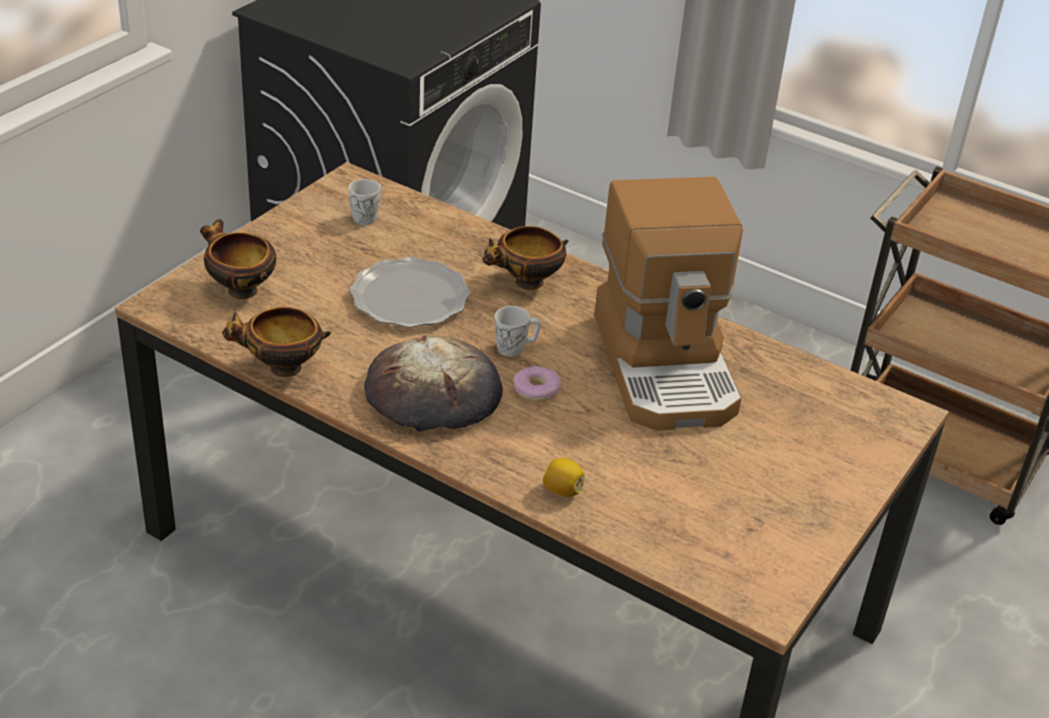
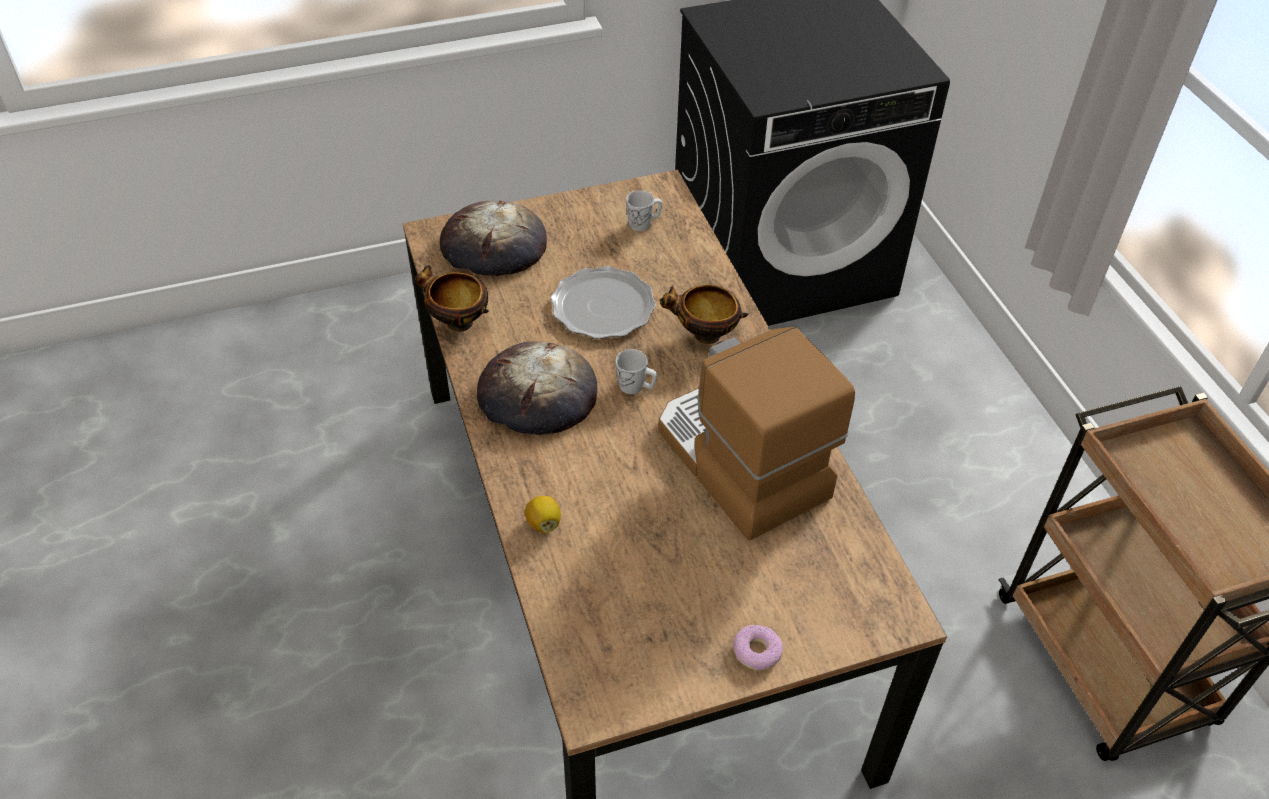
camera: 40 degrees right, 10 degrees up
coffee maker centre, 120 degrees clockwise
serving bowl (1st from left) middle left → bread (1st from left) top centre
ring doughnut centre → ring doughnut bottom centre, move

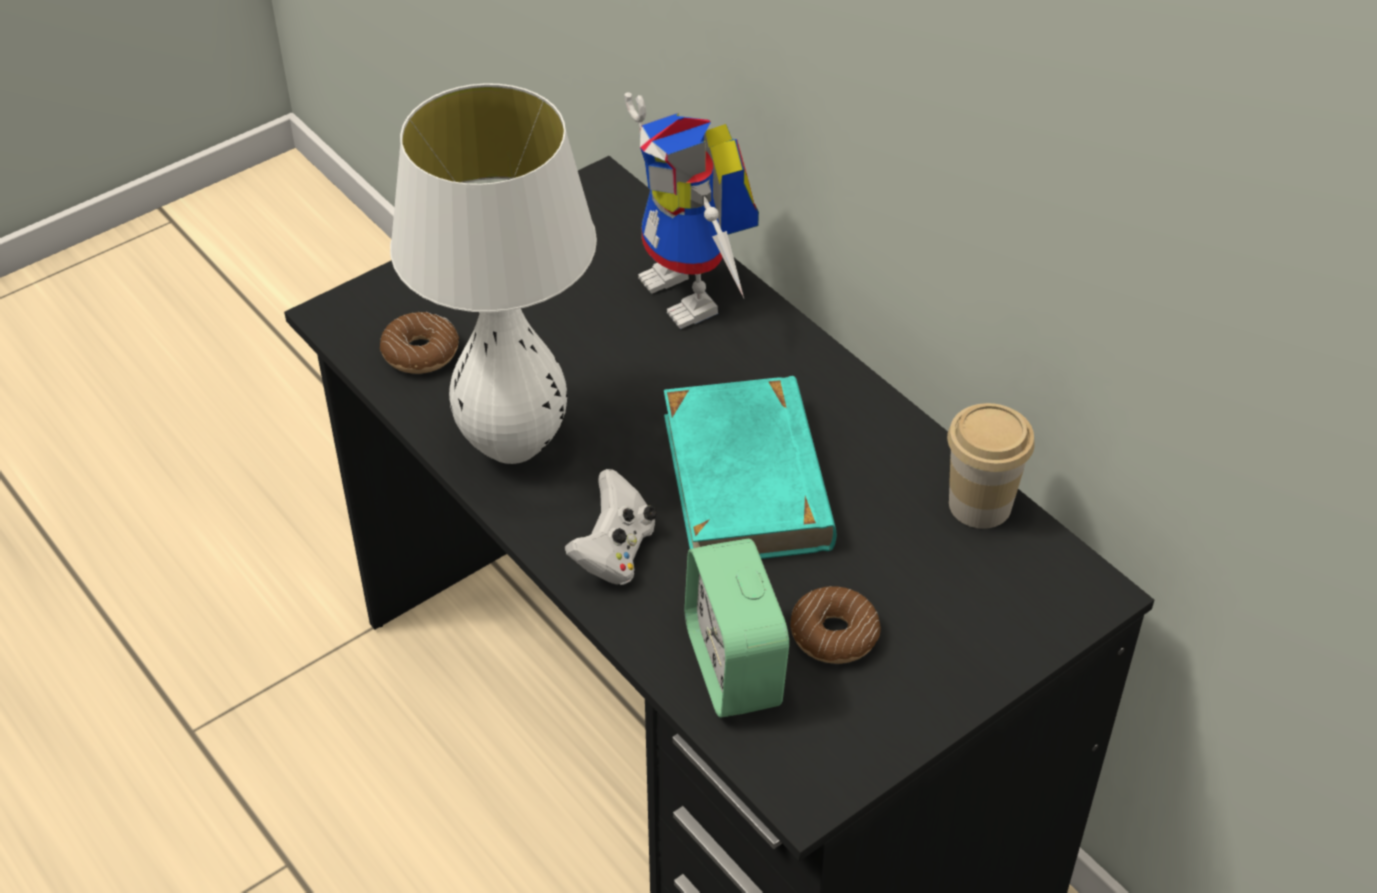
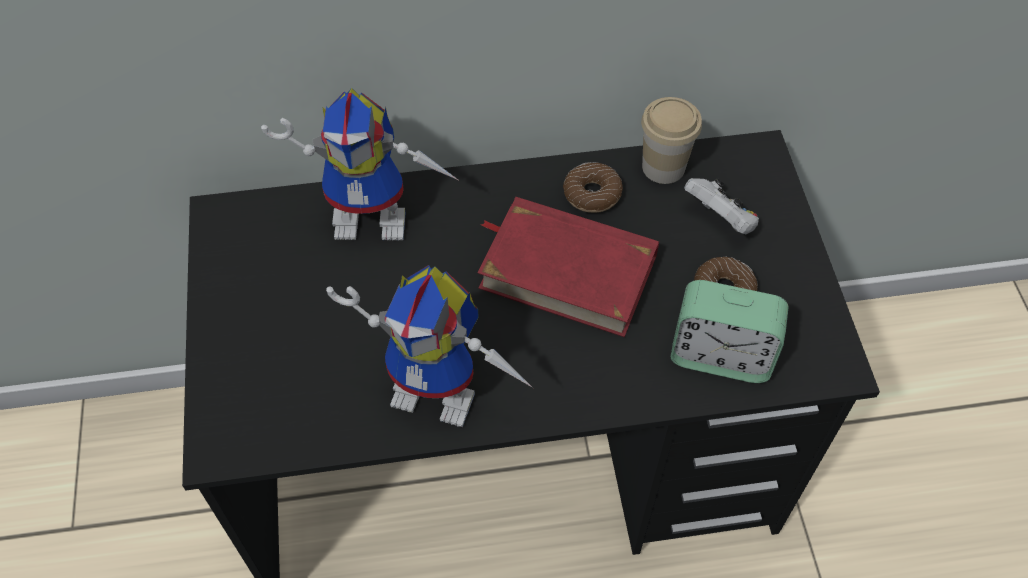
camera: 60 degrees left, 10 degrees up
white table lamp top centre → robot figure (2nd from left) centre
ring doughnut (1st from left) middle left → ring doughnut (1st from left) top centre, move
turquoise book centre → red book centre
white game controller centre → white game controller middle right, move

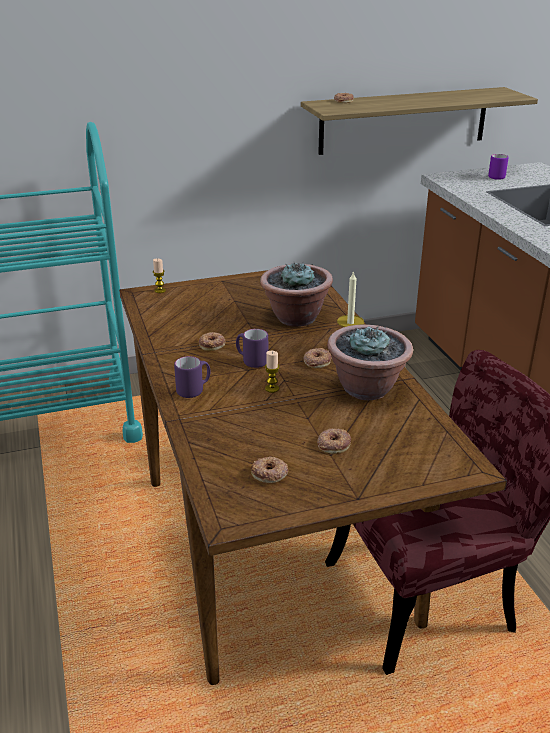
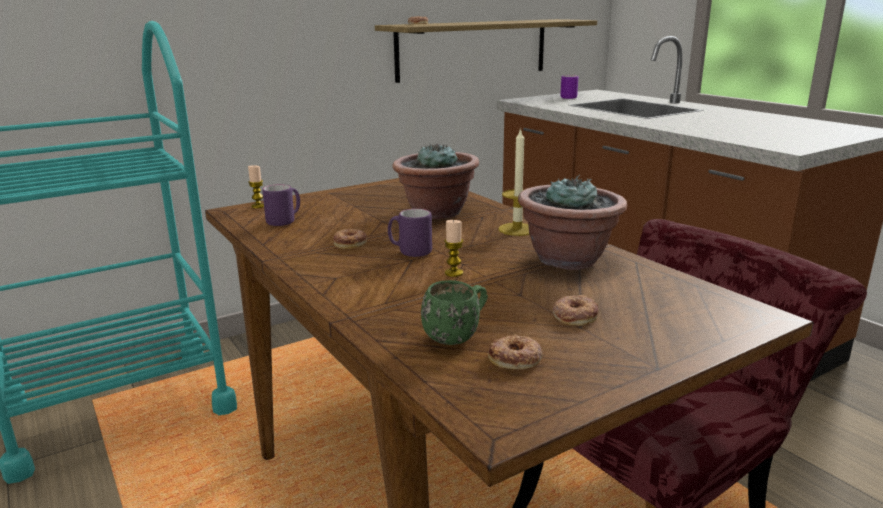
camera: 15 degrees left, 10 degrees down
ring doughnut (3rd from left) centre → -
purplish coffee mug (1st from left) centre → purplish coffee mug (1st from left) middle left, move
- → green coffee mug centre

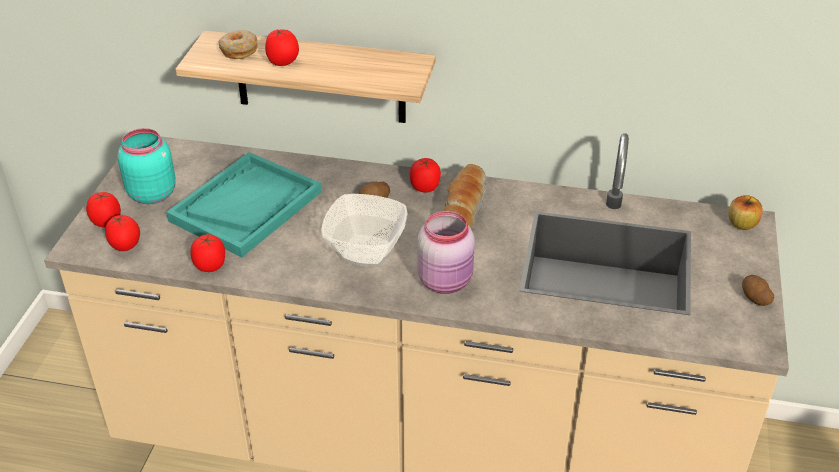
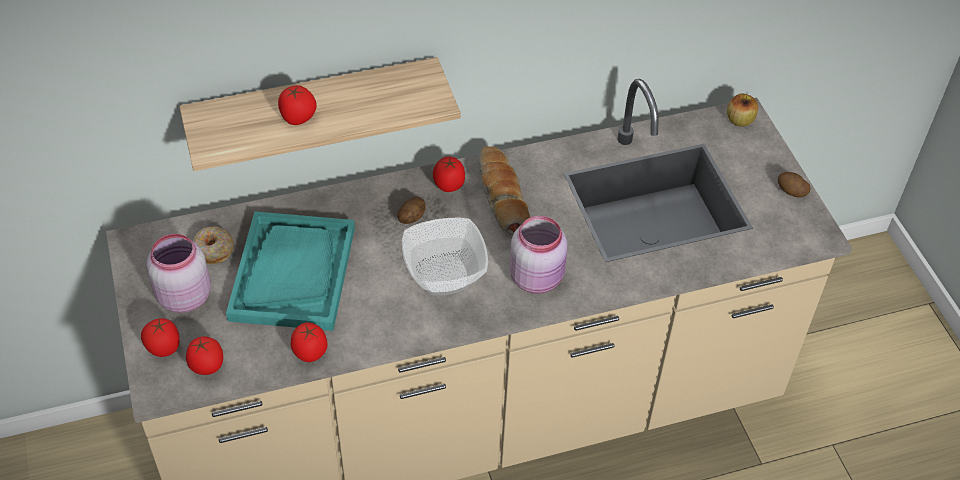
camera: 30 degrees left, 10 degrees up
ring doughnut top left → ring doughnut middle left, move
turquoise preserve jar middle left → pink preserve jar (1st from left) middle left

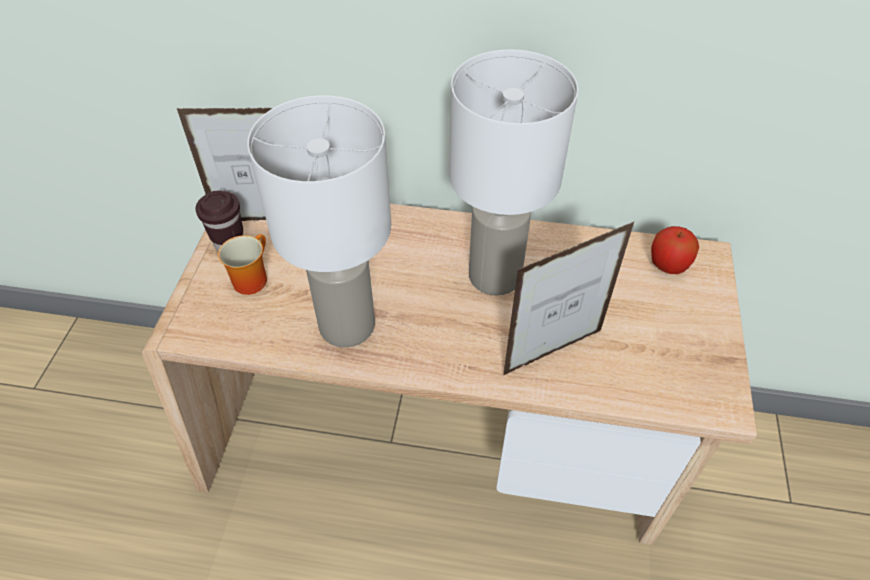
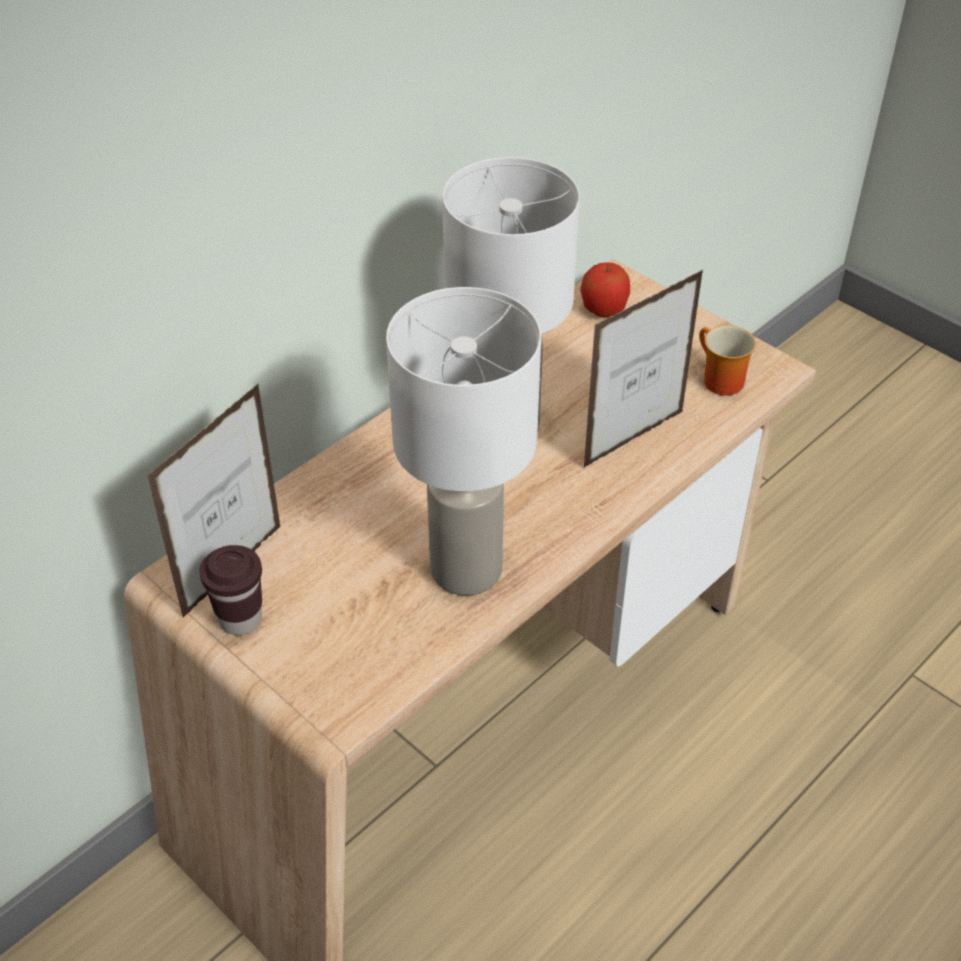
camera: 55 degrees left, 5 degrees down
photo frame (2nd from left) centre → photo frame (2nd from left) middle right, 135 degrees counterclockwise
coffee mug middle left → coffee mug middle right, move

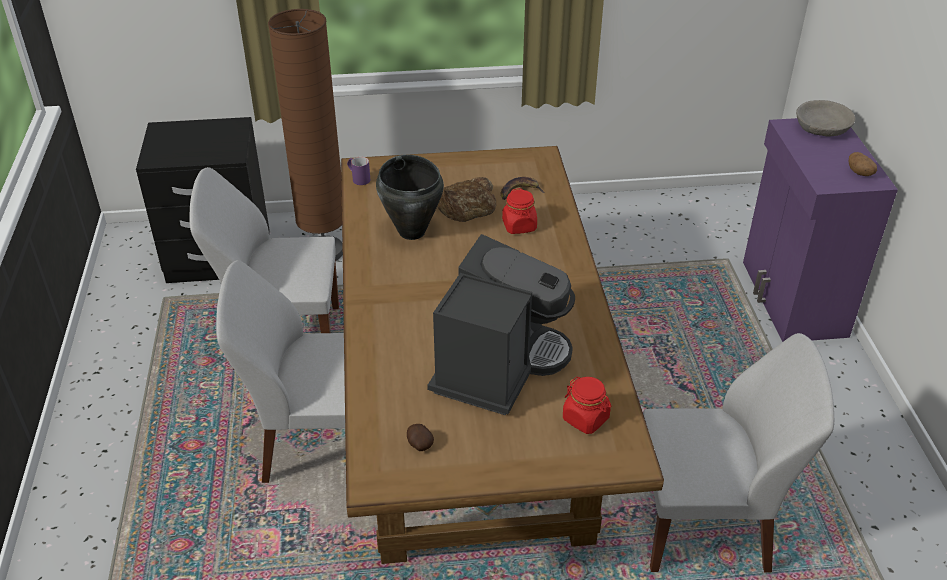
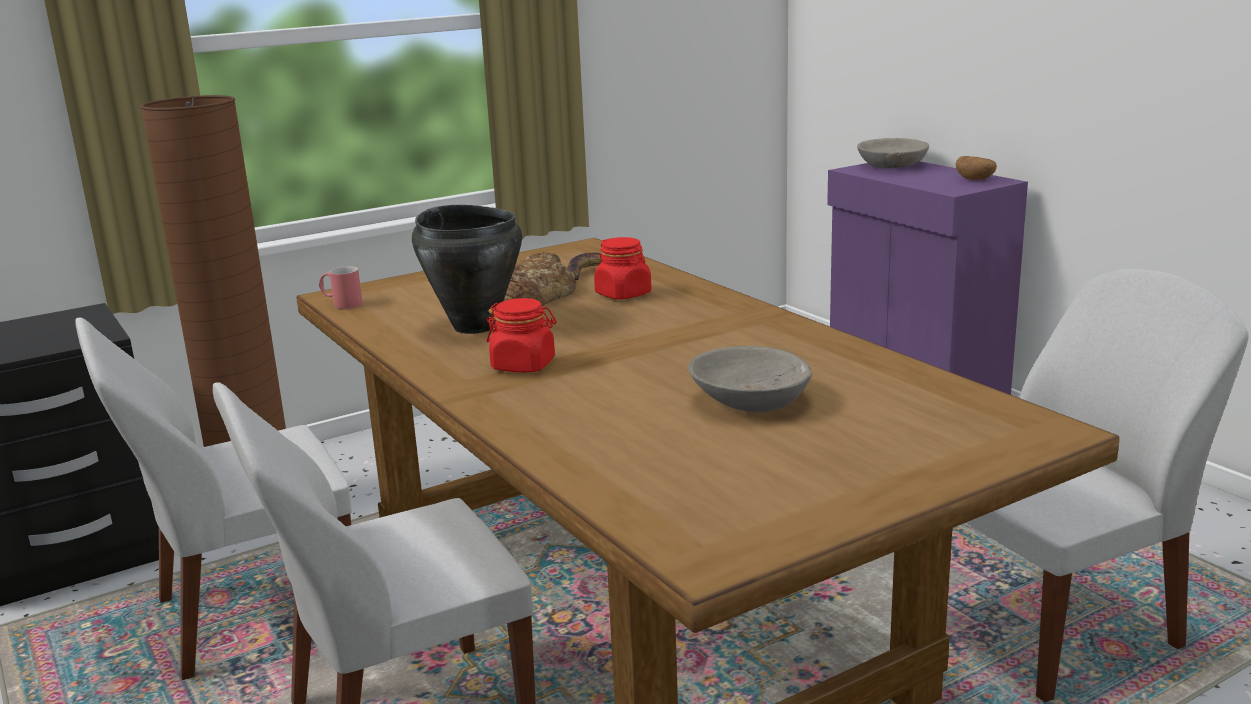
camera: 25 degrees left, 20 degrees down
purplish coffee mug top centre → red coffee mug middle left
coffee maker centre → grey serving bowl (1st from left) centre
red preserve jar (2nd from left in the first image) bottom centre → red preserve jar (1st from left) centre, move
whole potato (1st from left) bottom centre → -

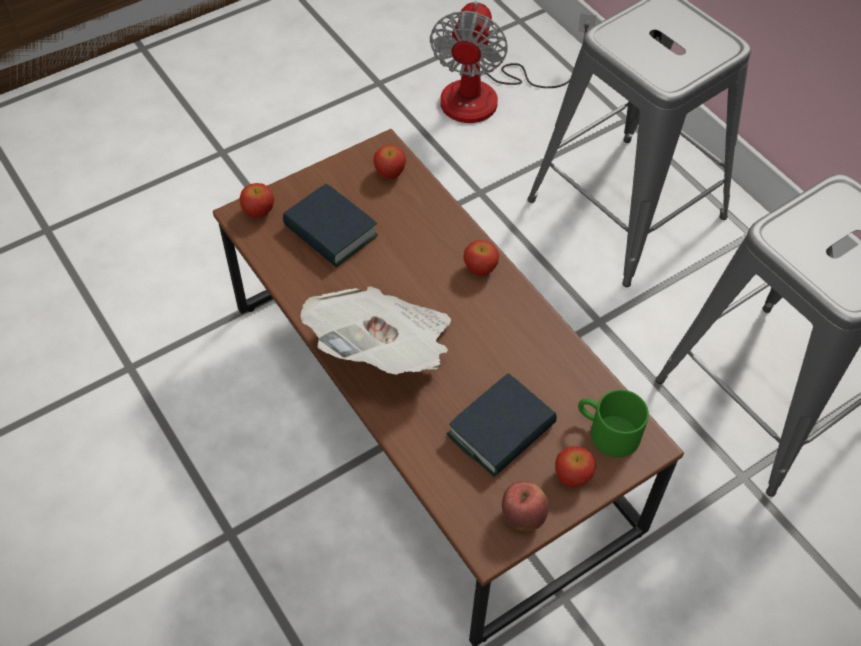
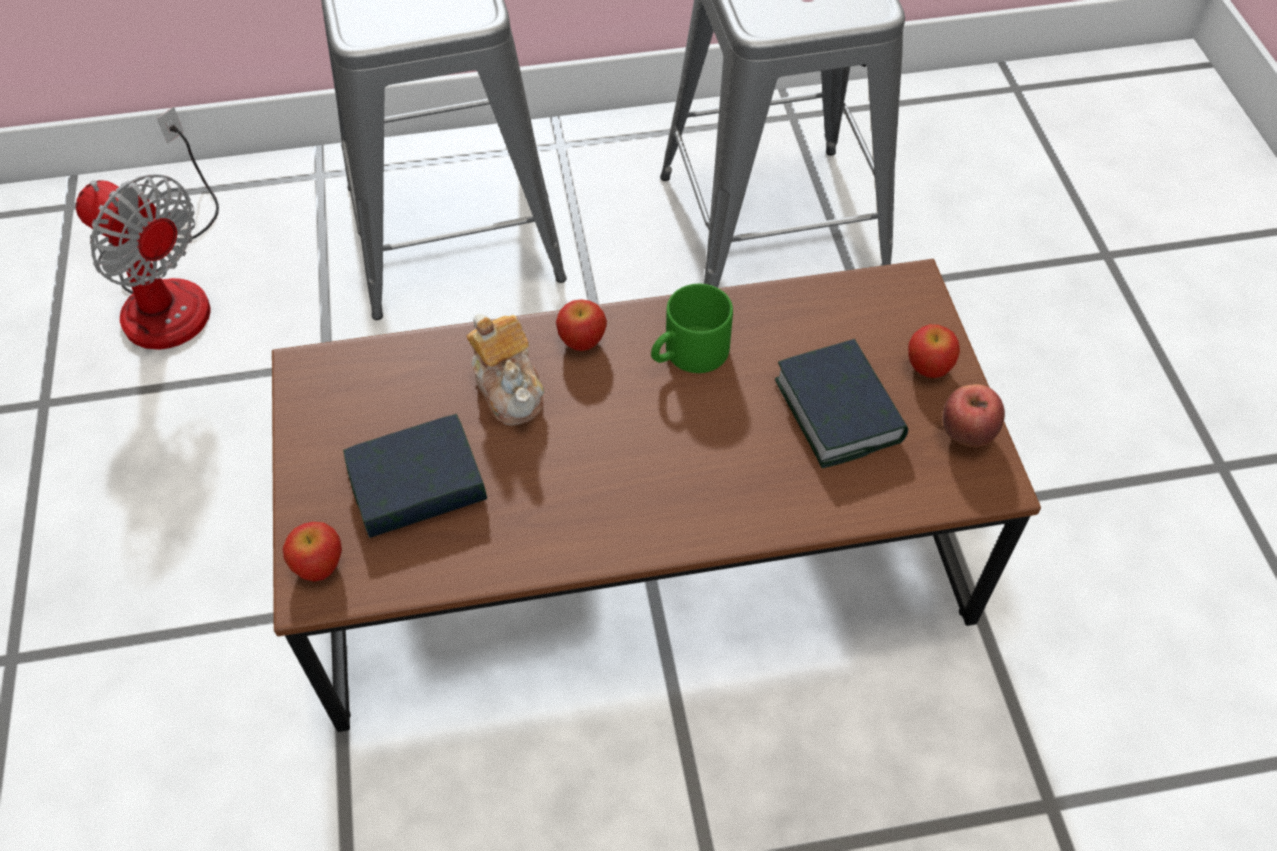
camera: 65 degrees left, 0 degrees up
apple fruit (2nd from left) top centre → -
daily paper centre → -
green coffee mug middle right → green coffee mug centre, move
- → pot for tea centre

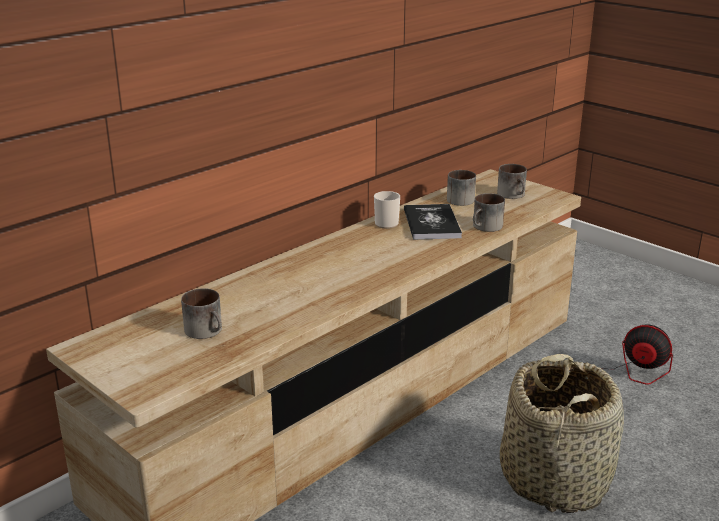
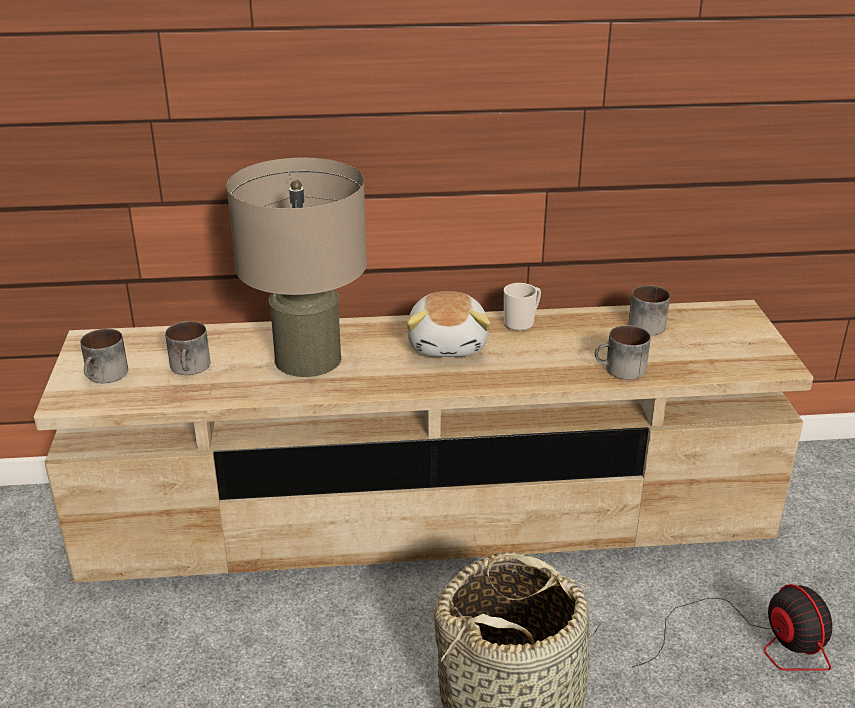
camera: 40 degrees right, 5 degrees up
coffee mug (5th from left in the first image) middle right → coffee mug (1st from left) middle left, move
book centre → -
- → sand-coloured table lamp centre
- → plush toy centre

